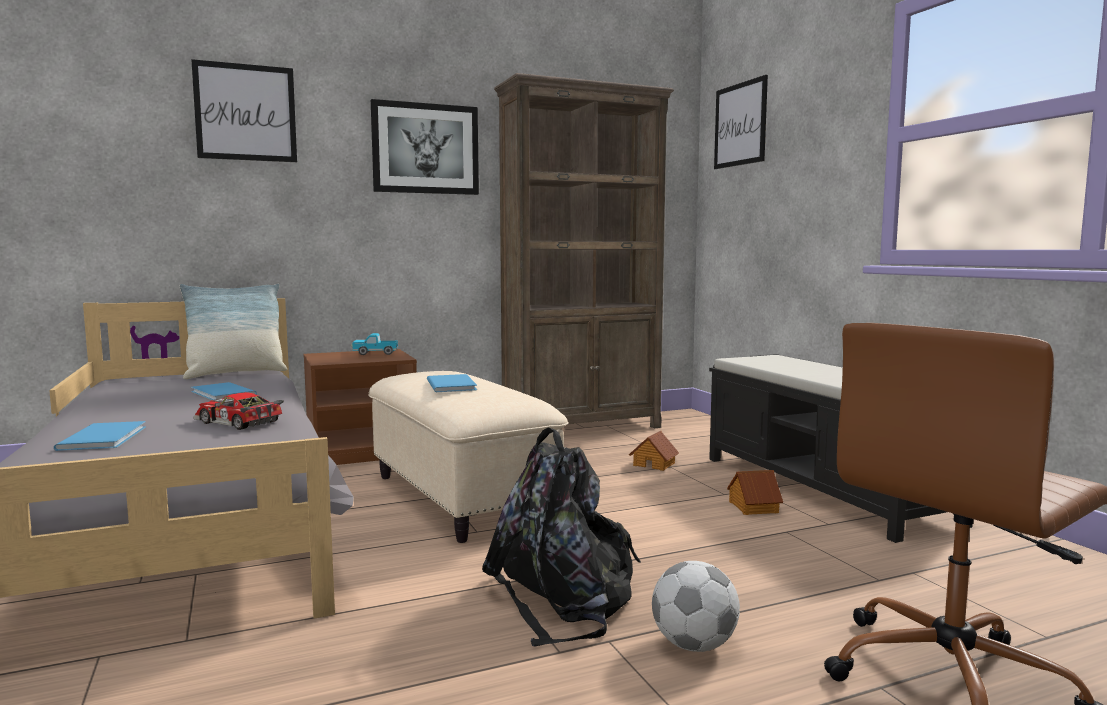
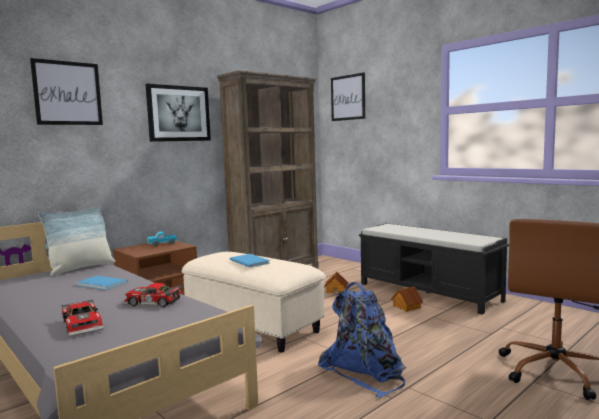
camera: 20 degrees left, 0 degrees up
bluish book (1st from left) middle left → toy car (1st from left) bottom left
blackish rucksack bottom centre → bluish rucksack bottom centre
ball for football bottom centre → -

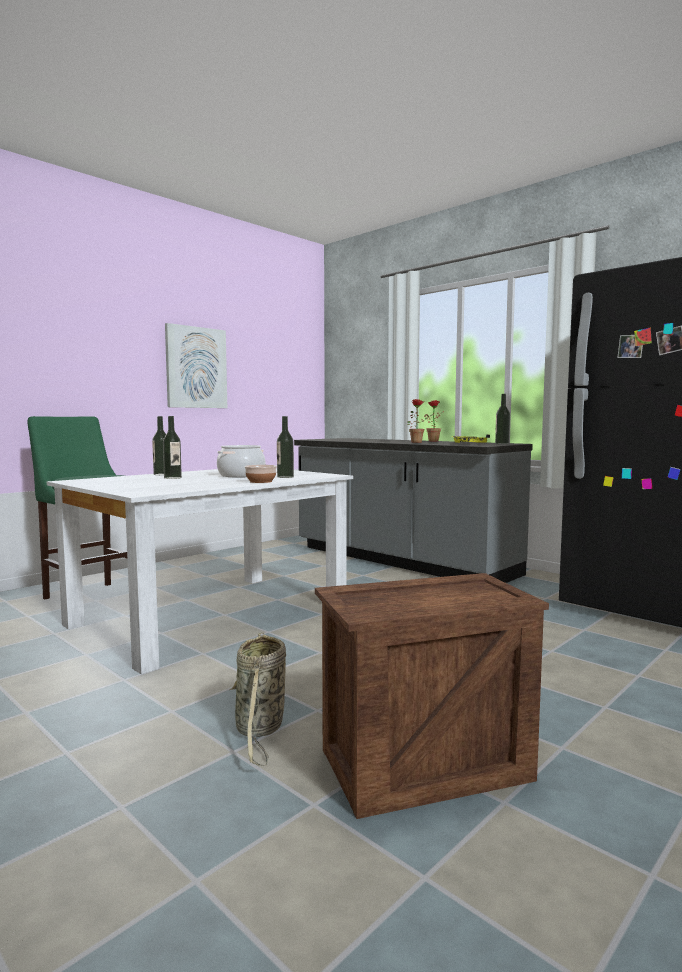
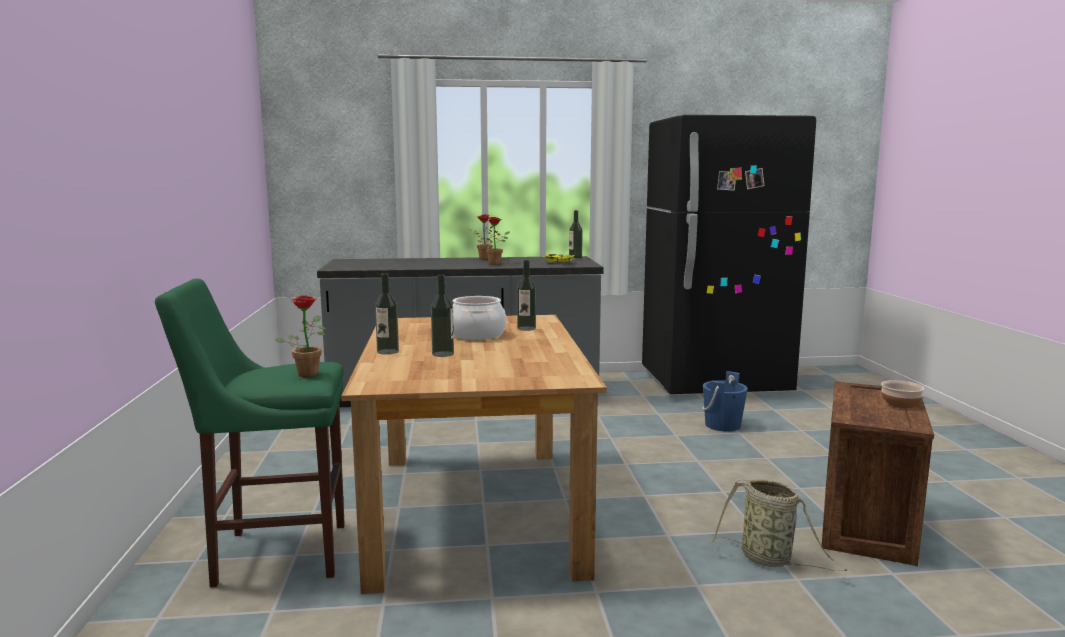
camera: 50 degrees left, 5 degrees up
picture middle left → -
serving bowl centre → serving bowl middle right, move
white kitchen table middle left → brownish kitchen table bottom centre
- → houseplant (1st from left) middle left
- → bluish water bucket middle right

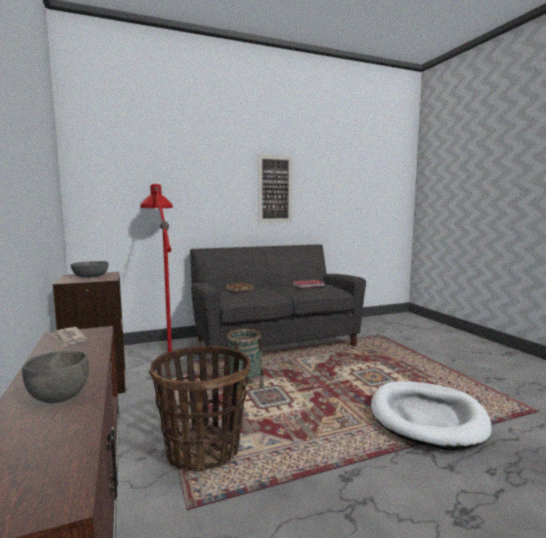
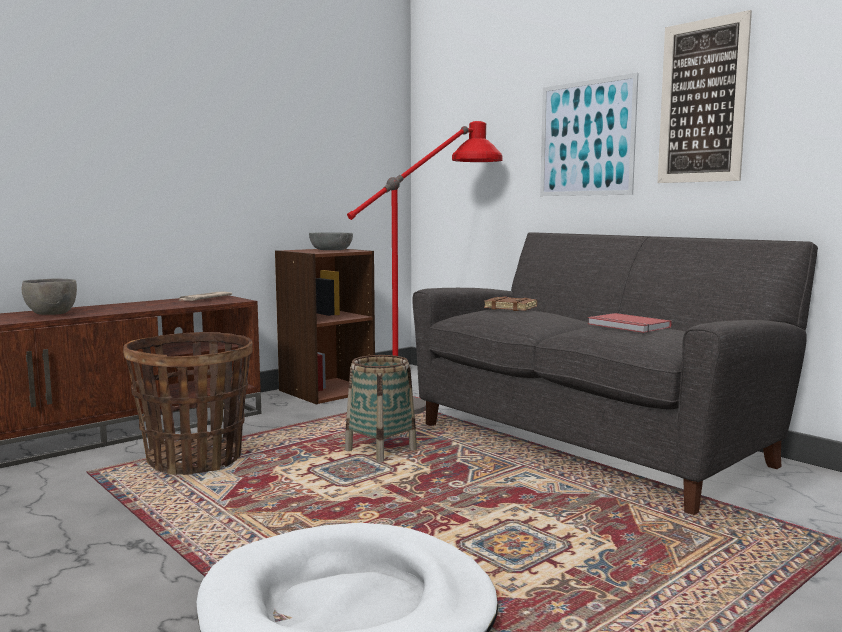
camera: 70 degrees right, 0 degrees up
- → picture (1st from left) top right

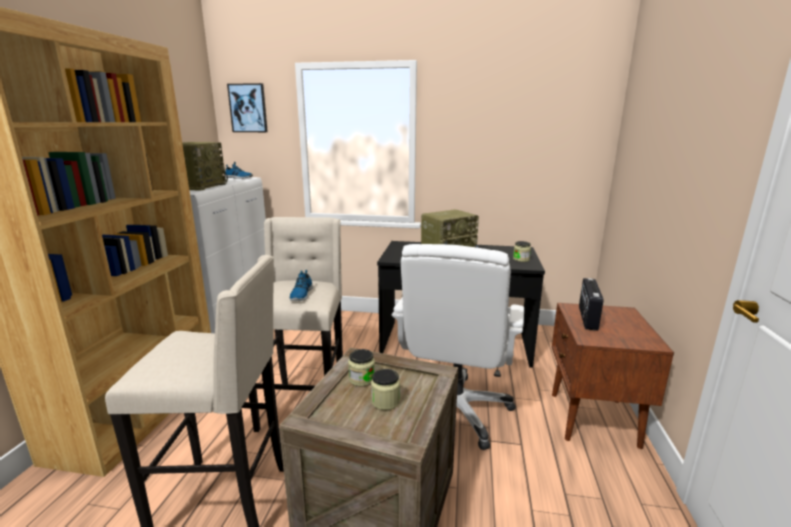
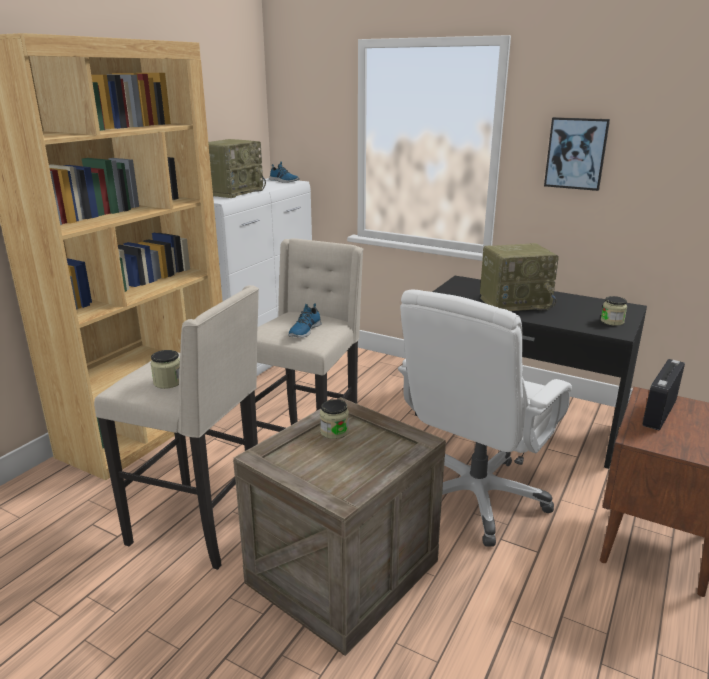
camera: 20 degrees right, 5 degrees up
picture top left → picture top right, move
preserve jar (2nd from left in the first image) bottom centre → preserve jar (1st from left) middle left, move

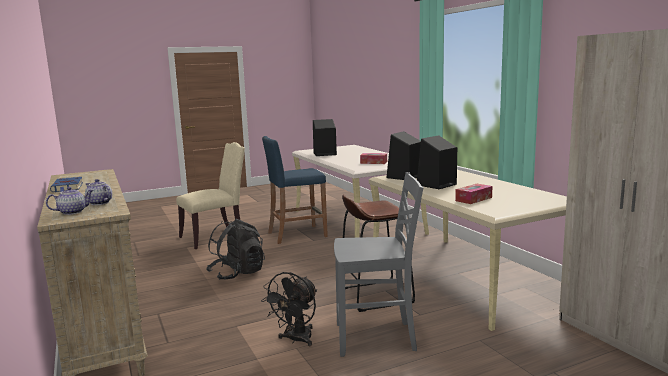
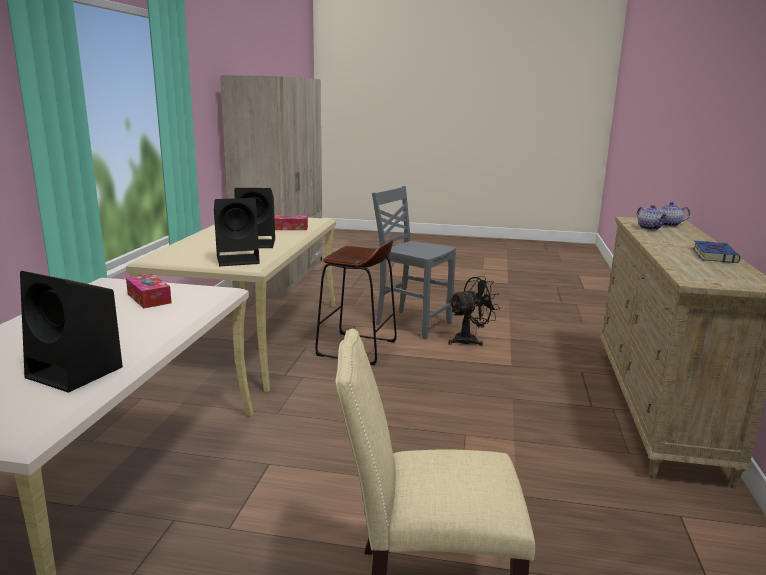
camera: 145 degrees left, 5 degrees up
bluish stool centre → -
blackish rucksack centre → -

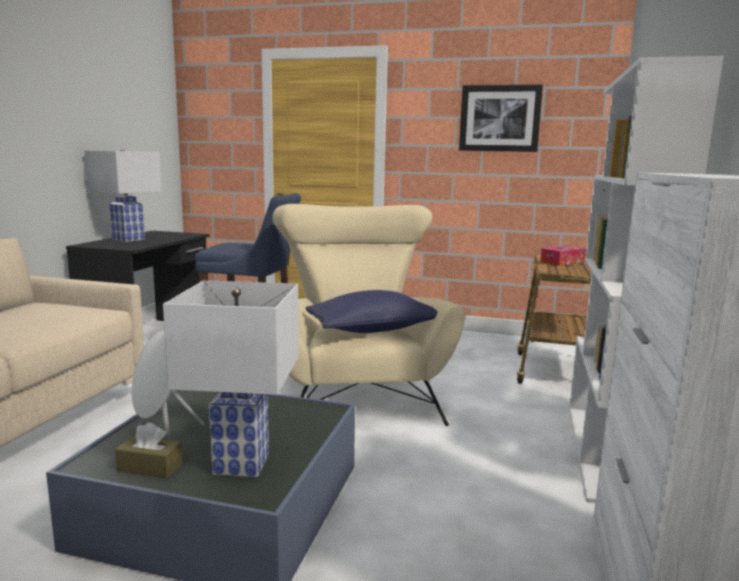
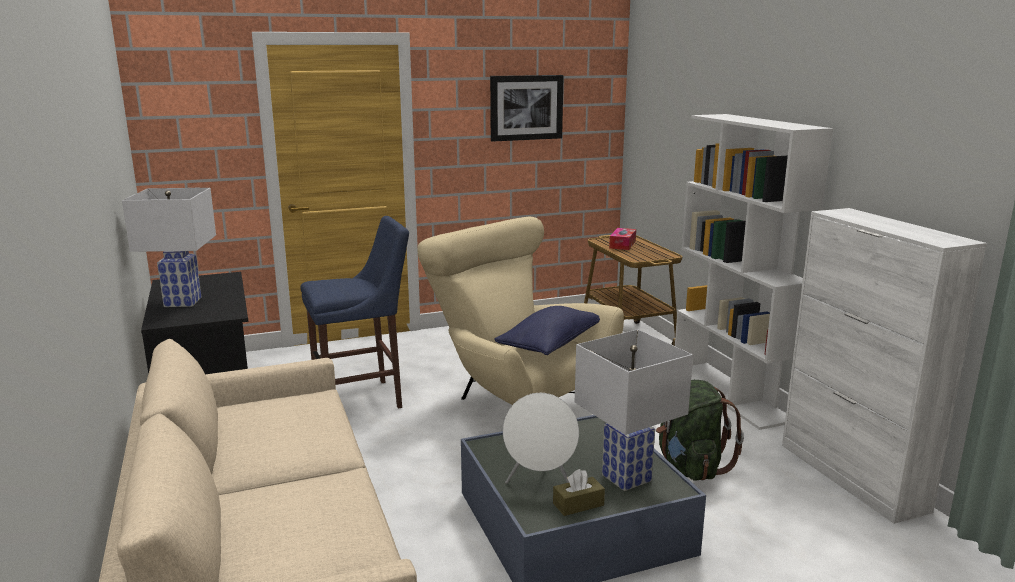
camera: 35 degrees left, 5 degrees up
- → green rucksack bottom right

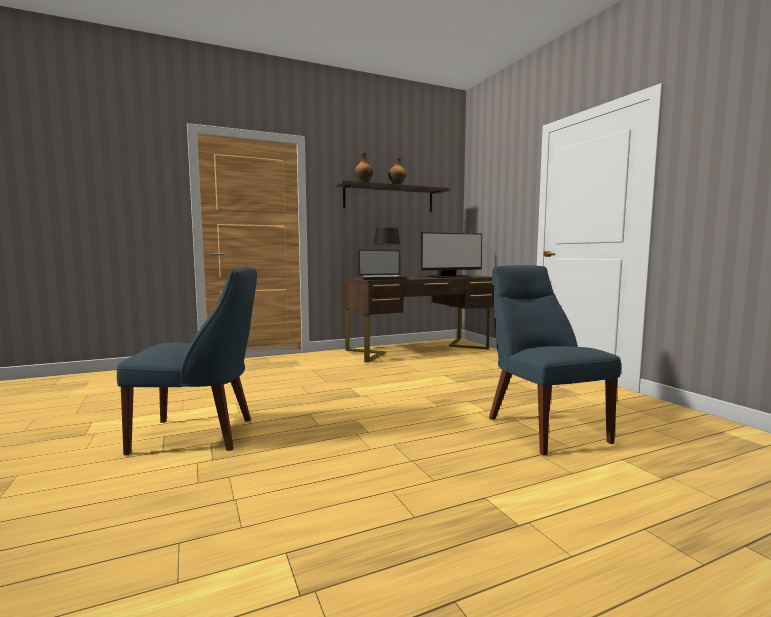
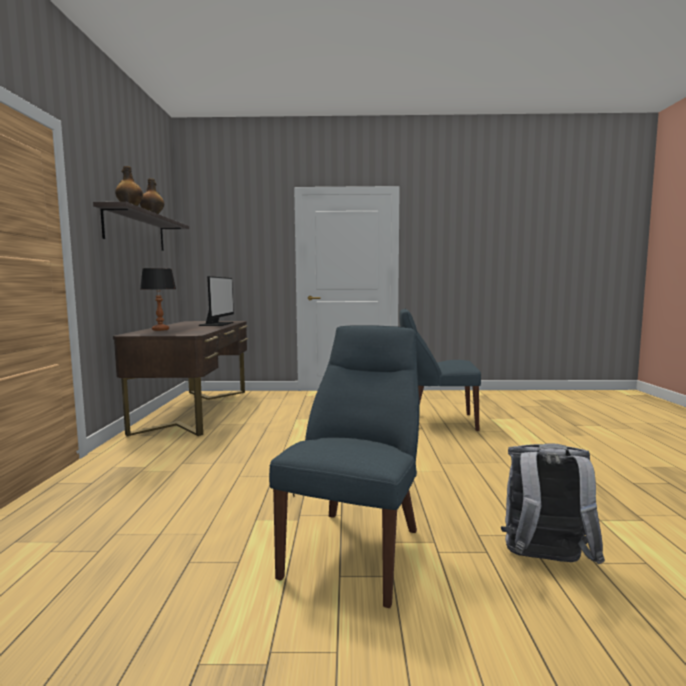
camera: 65 degrees left, 0 degrees up
laptop centre → -
- → grey rucksack bottom right

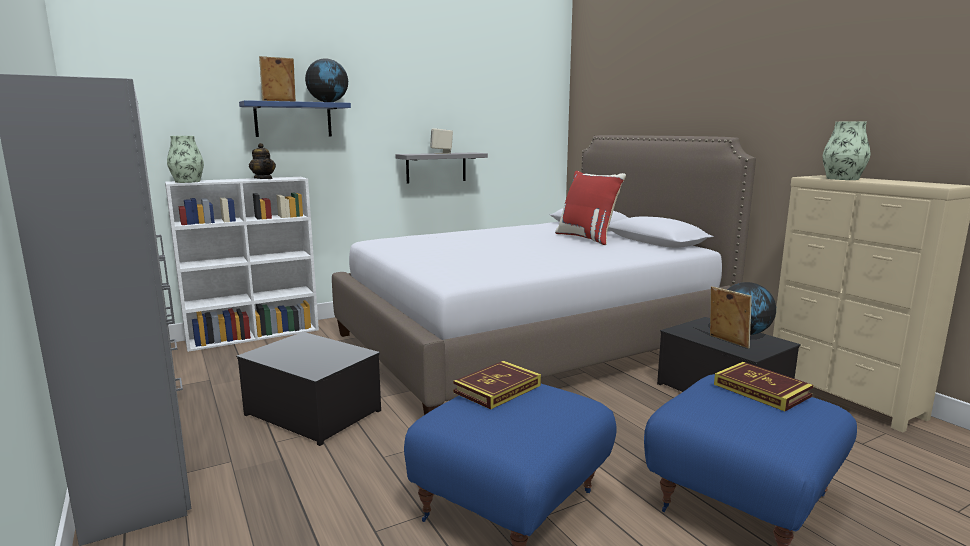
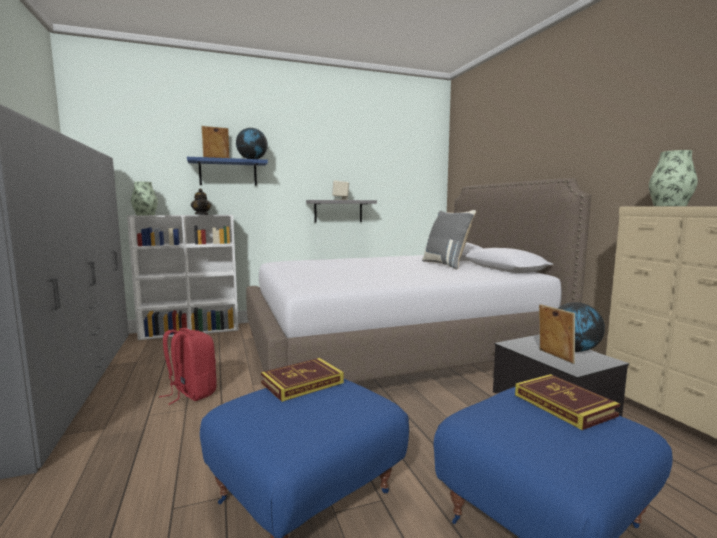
camera: 10 degrees right, 5 degrees down
red cushion centre → grey cushion centre
storage box (1st from left) bottom left → red rucksack bottom left

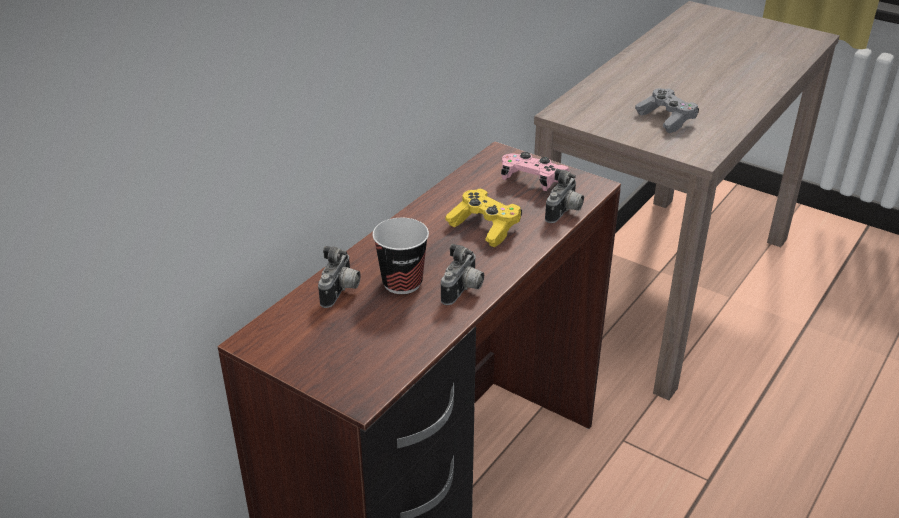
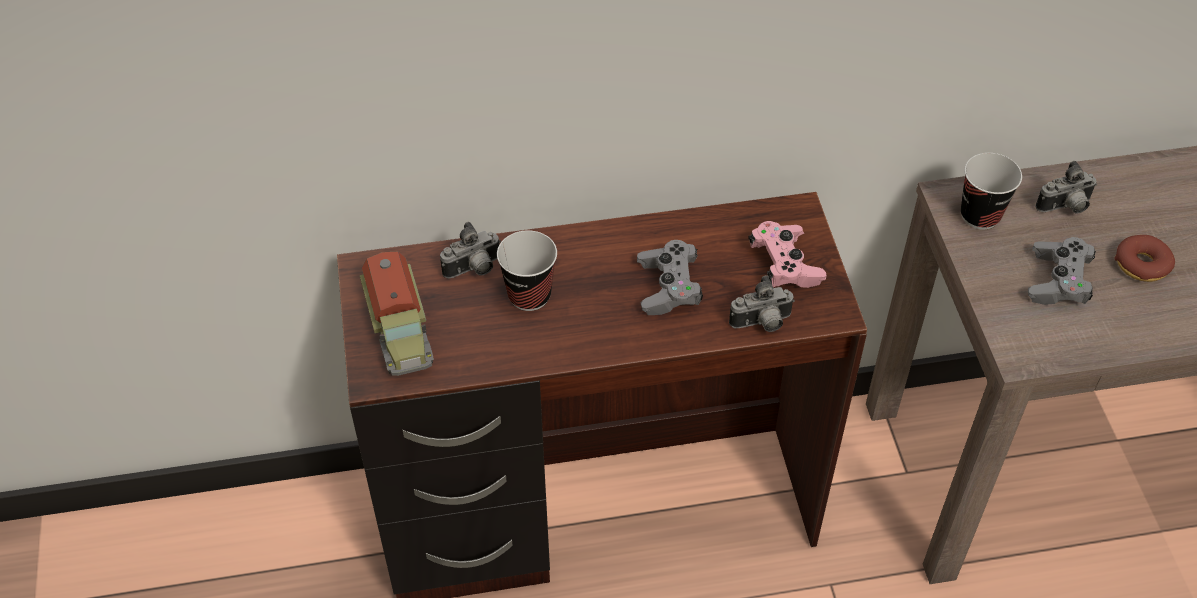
camera: 45 degrees right, 15 degrees up
yellow game controller centre → grey game controller (1st from left) centre
still camera (2nd from left in the first image) centre → still camera (3rd from left) top right, move
- → drinking cup (2nd from left) top right
- → ring doughnut middle right
- → model truck middle left

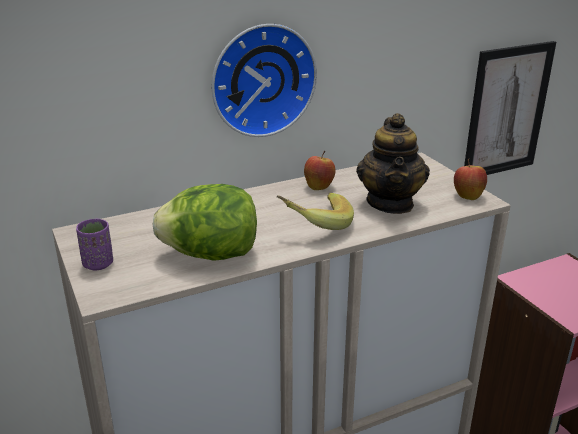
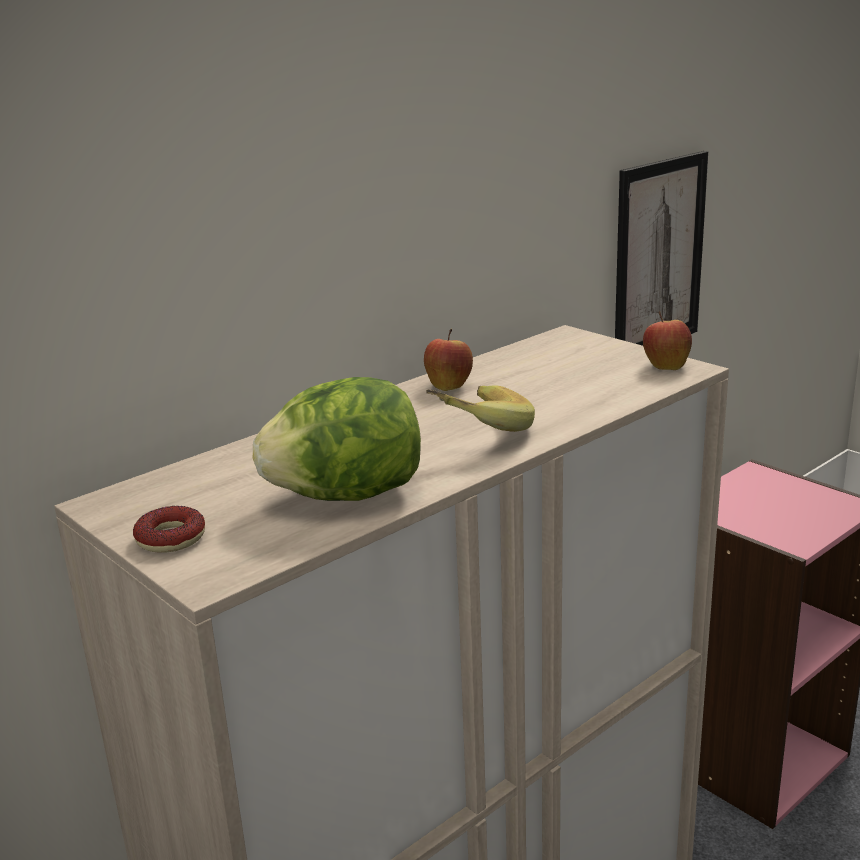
camera: 15 degrees left, 5 degrees down
clock on the wall top centre → -
pot for tea middle right → -
purplish drinking cup middle left → ring doughnut middle left

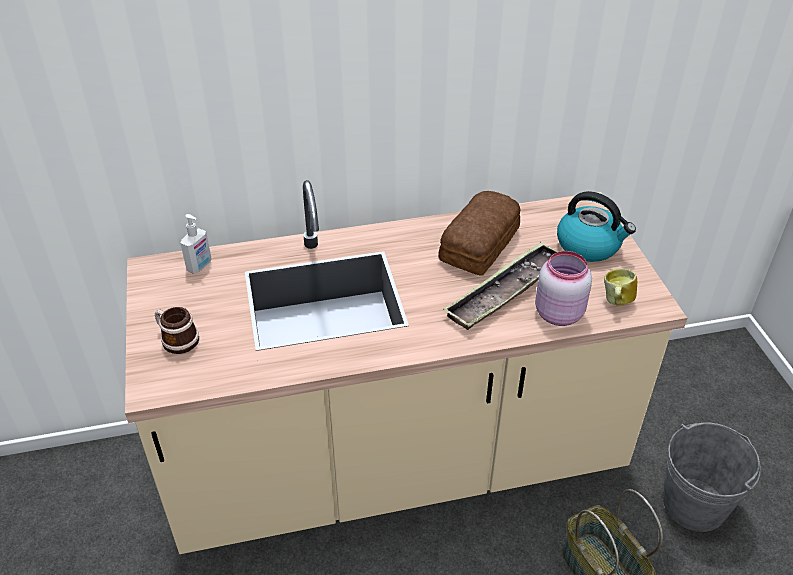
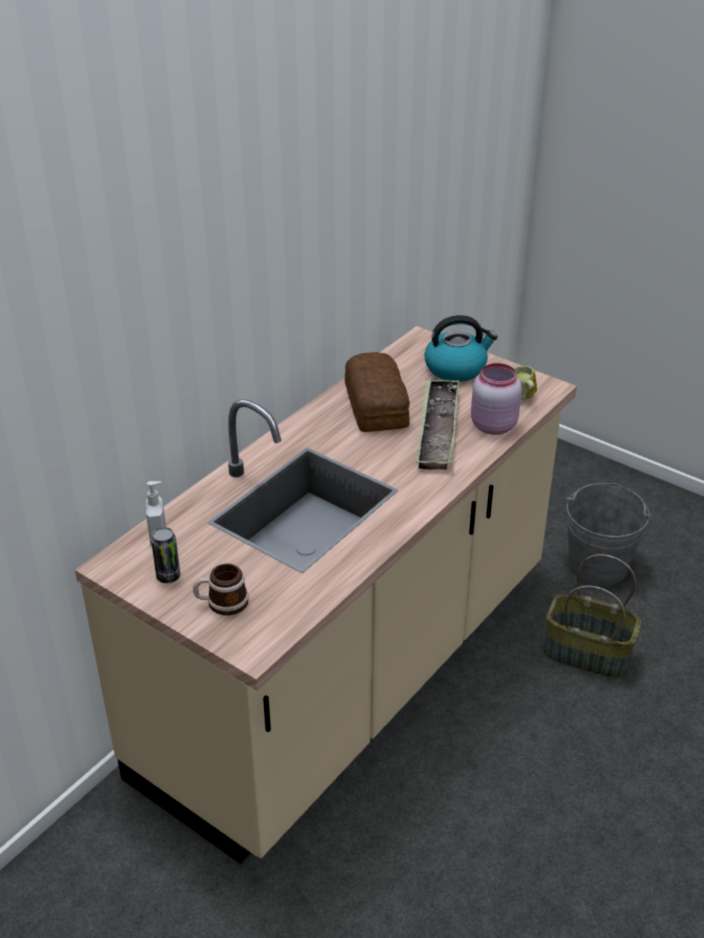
camera: 40 degrees left, 5 degrees down
- → metal can middle left

